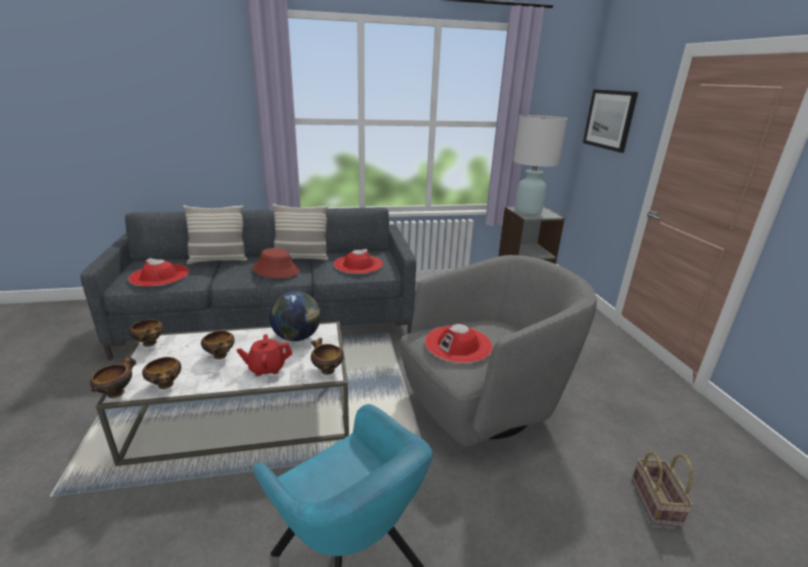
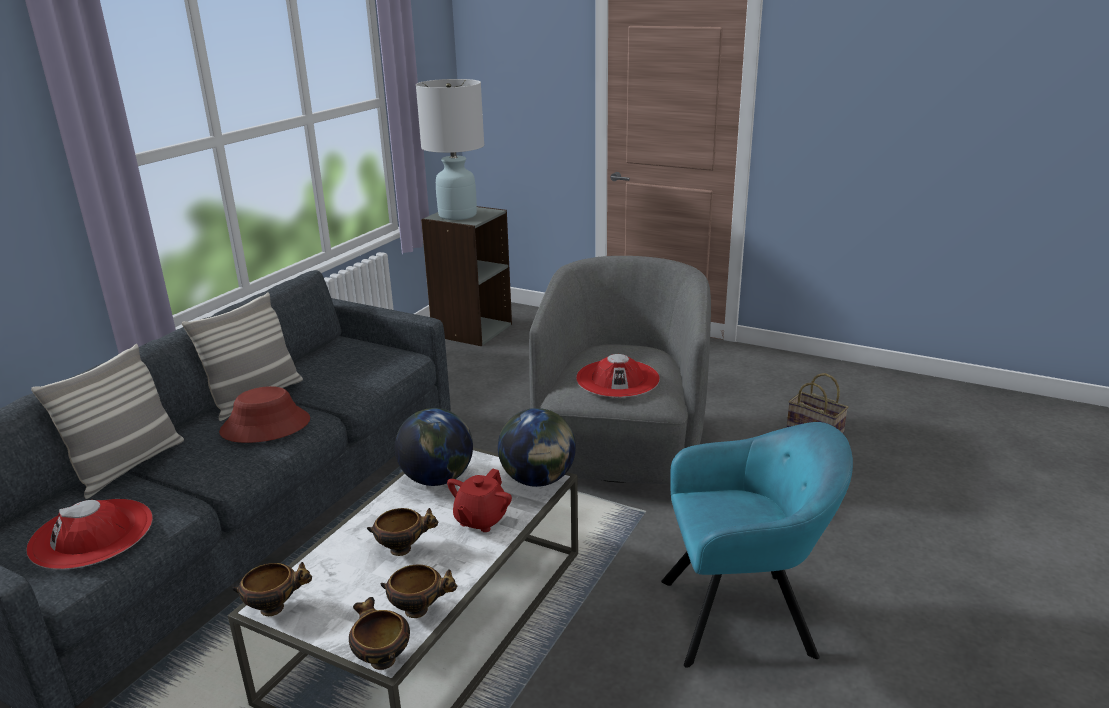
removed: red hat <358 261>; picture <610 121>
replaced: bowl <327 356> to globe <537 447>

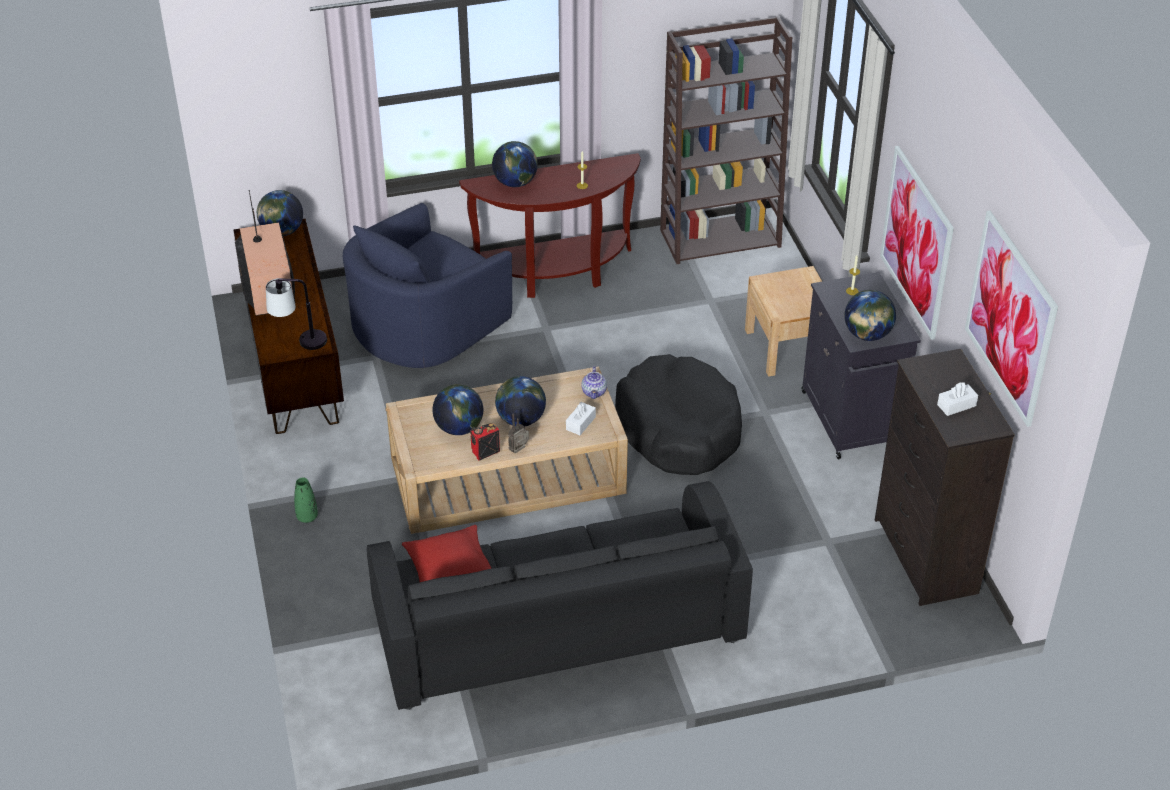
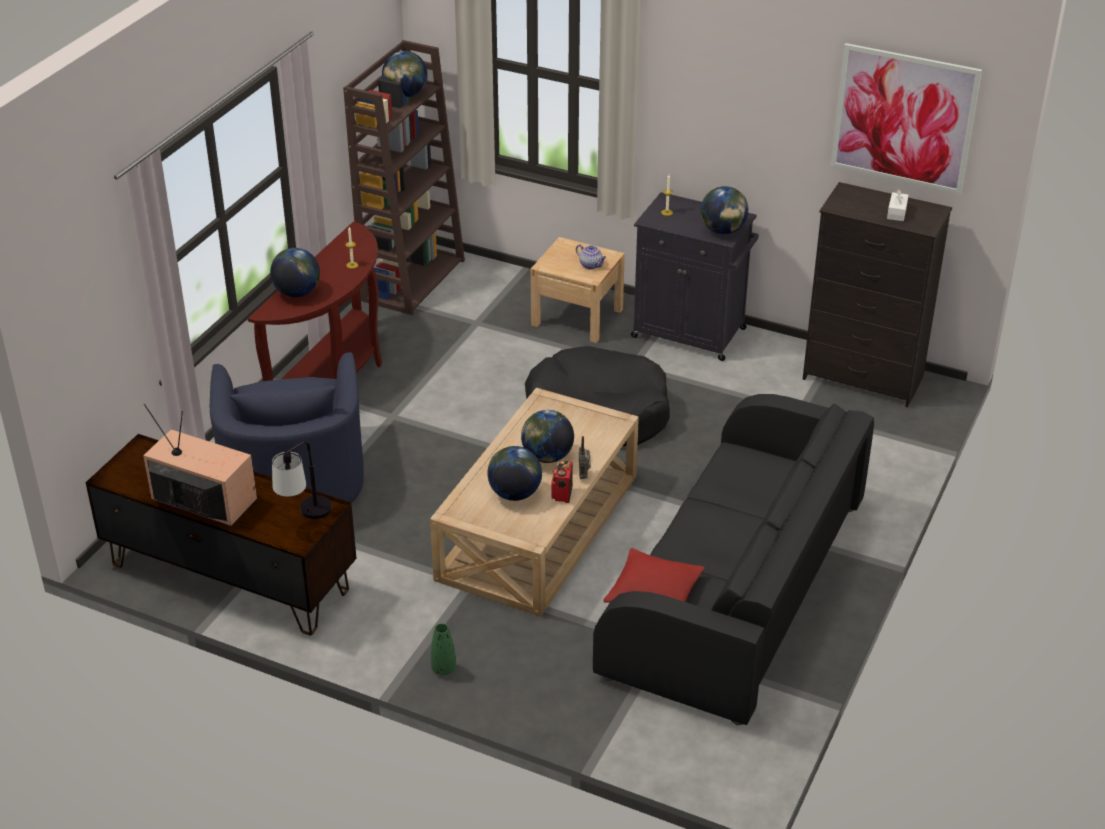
removed: white tissue box <581 418>; picture <917 243>
moved: globe <280 213> to <405 74>; teapot <594 382> to <591 256>

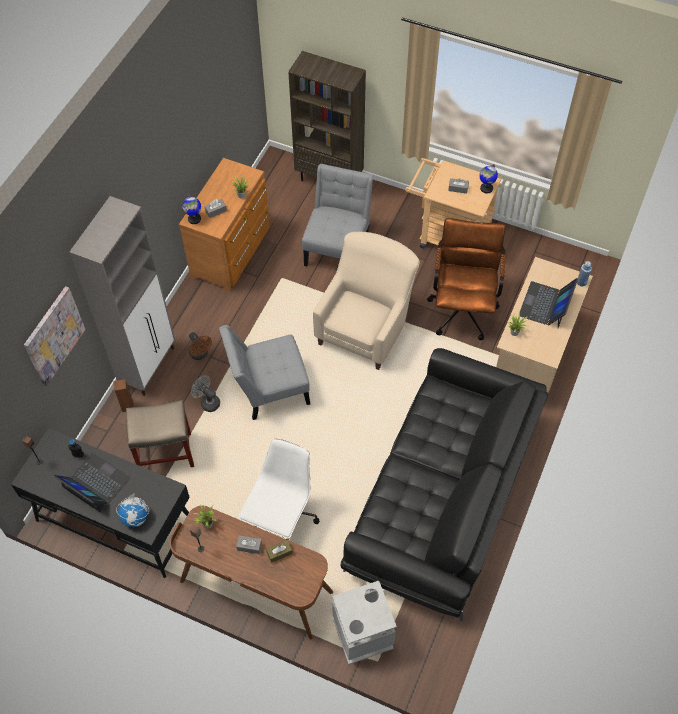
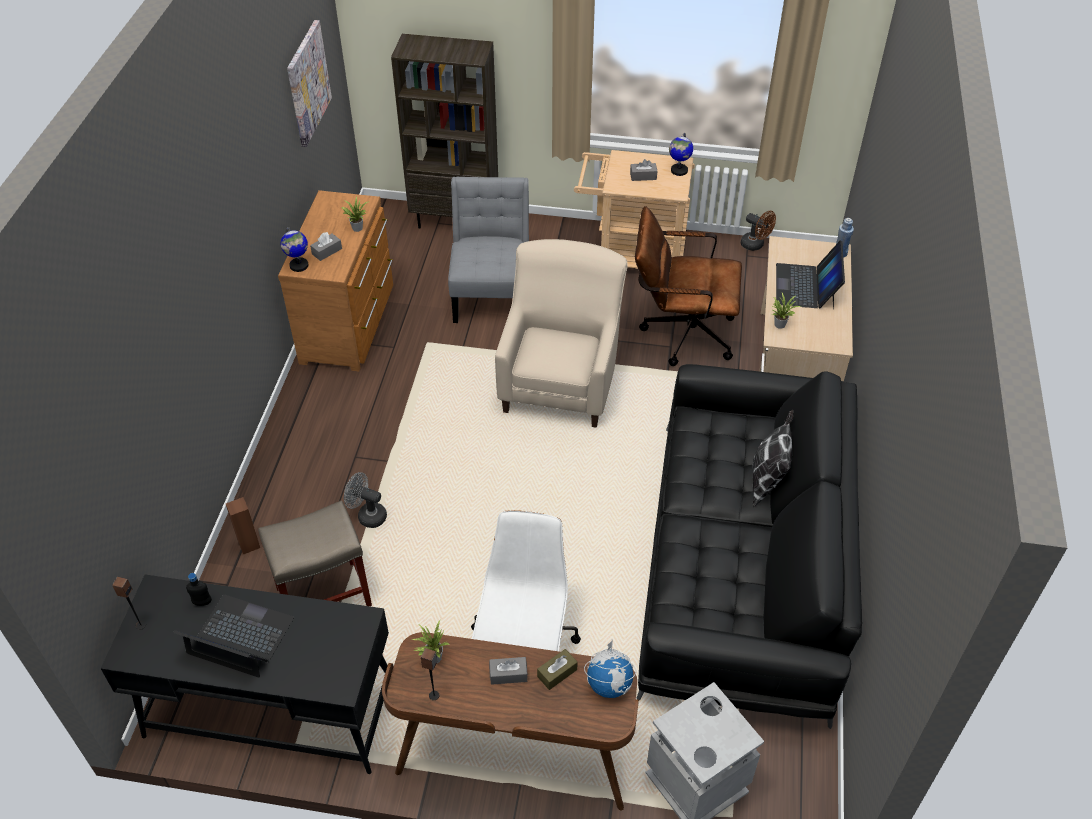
removed: grey cabinet <122 296>; grey chair <264 372>
added: pillow <773 459>
moved: picture <54 336> to <309 83>; globe <132 510> to <610 668>; brown fan <200 346> to <758 231>
turned: brown office chair <466 279> = <688 286> 75 degrees counterclockwise

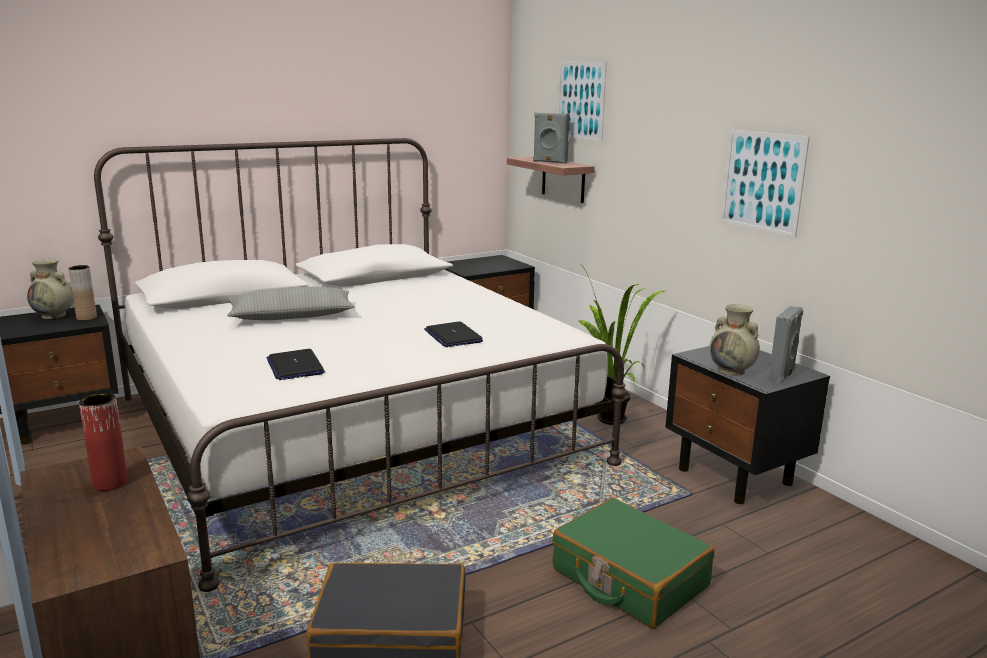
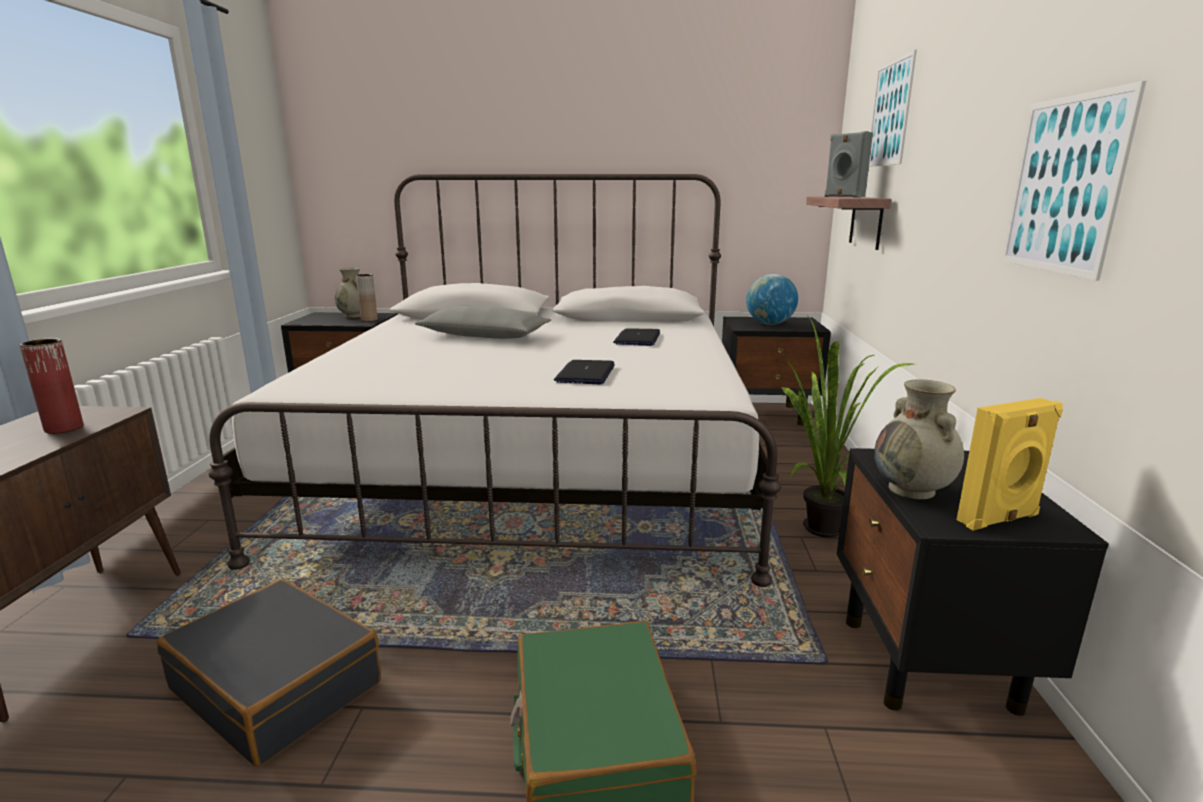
added: globe <772 299>
moved: laptop <295 364> to <636 337>
recoloured: grey speaker <785 345> to yellow speaker <1010 464>

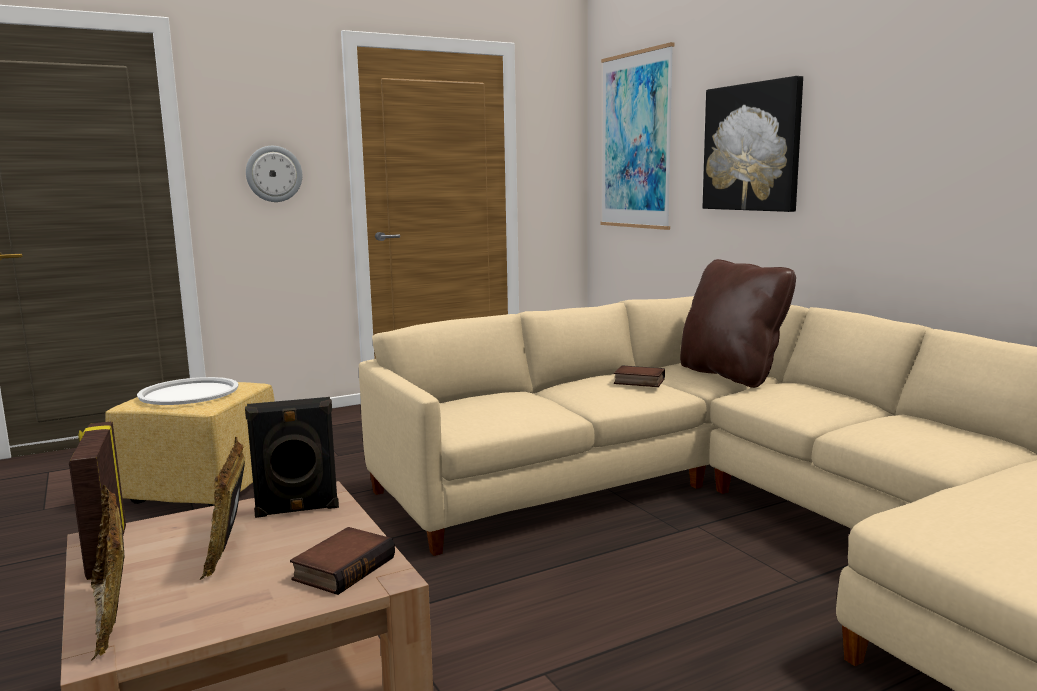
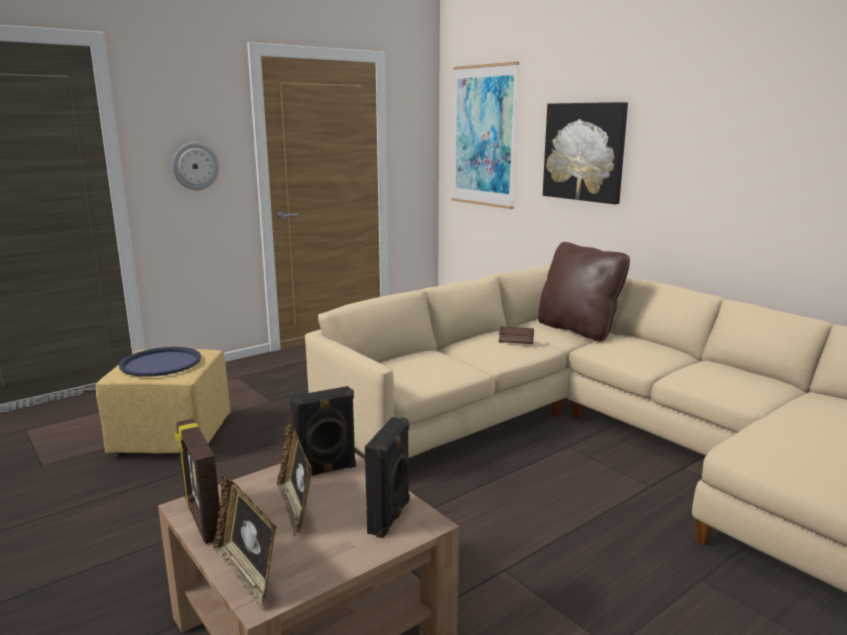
replaced: book <342 561> to black speaker <387 477>
recoloured: white tray <187 391> to blue tray <160 362>

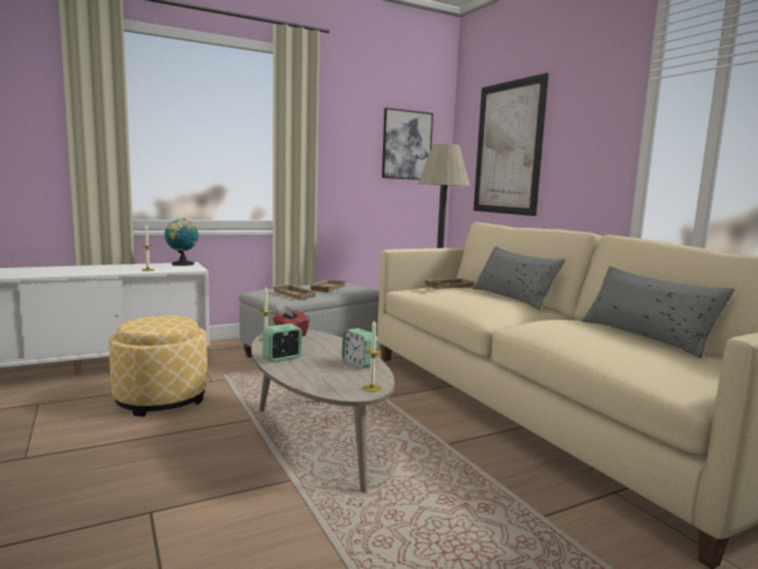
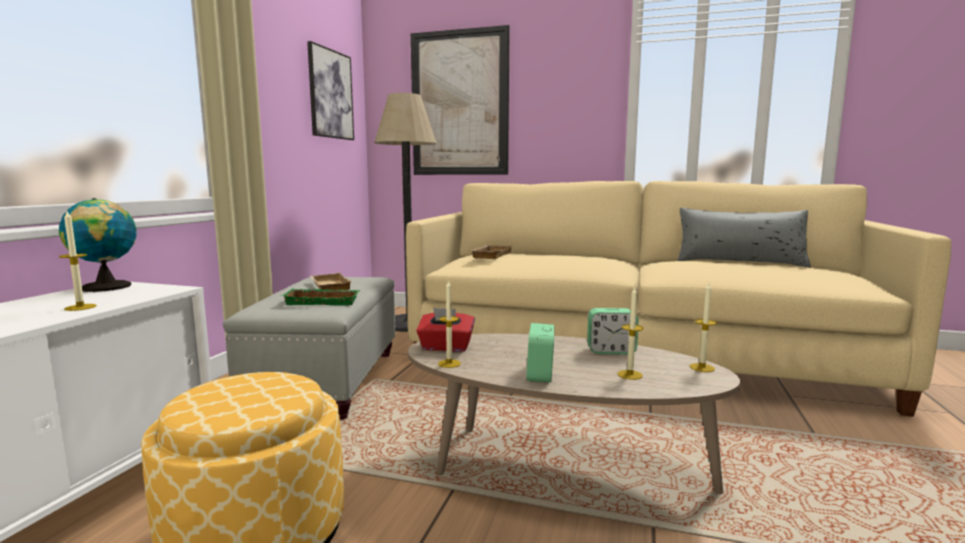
removed: grey pillow <519 278>
added: candle <631 333>
recoloured: beige tray <295 292> to green tray <321 297>

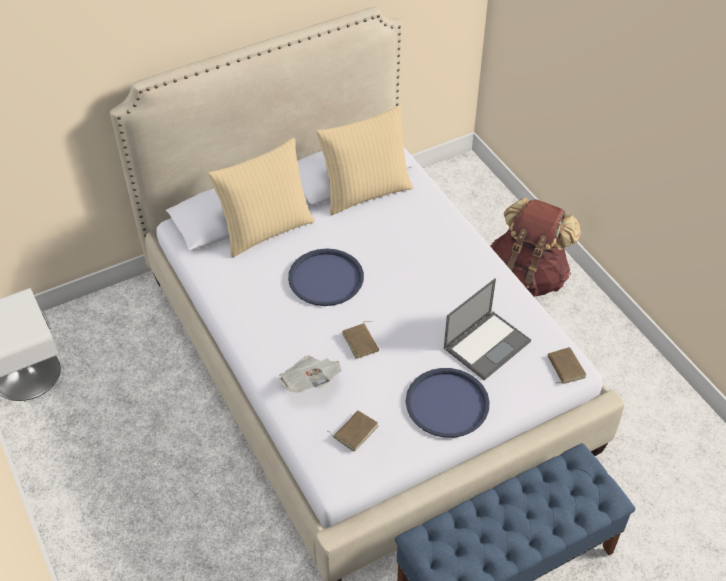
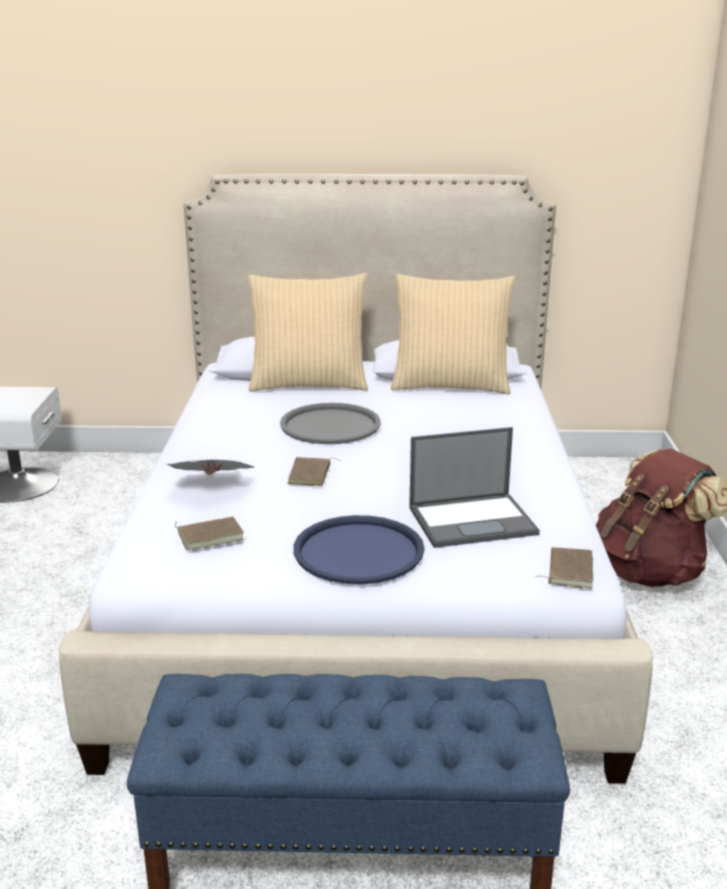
recoloured: blue tray <326 277> to grey tray <330 423>

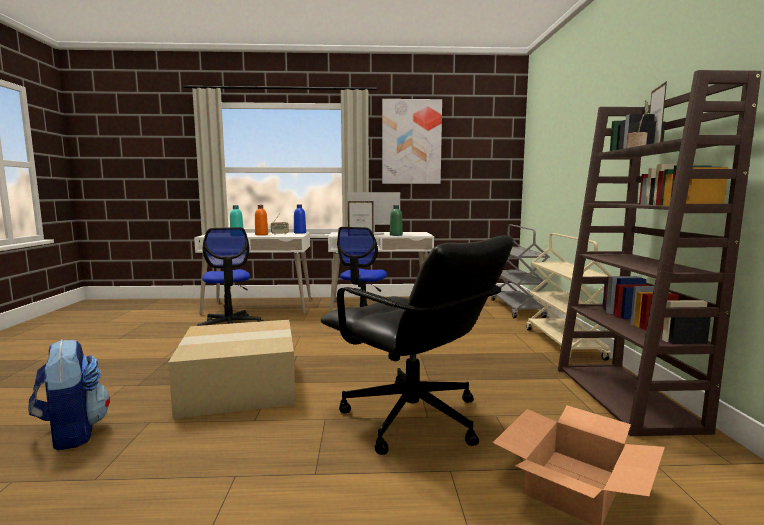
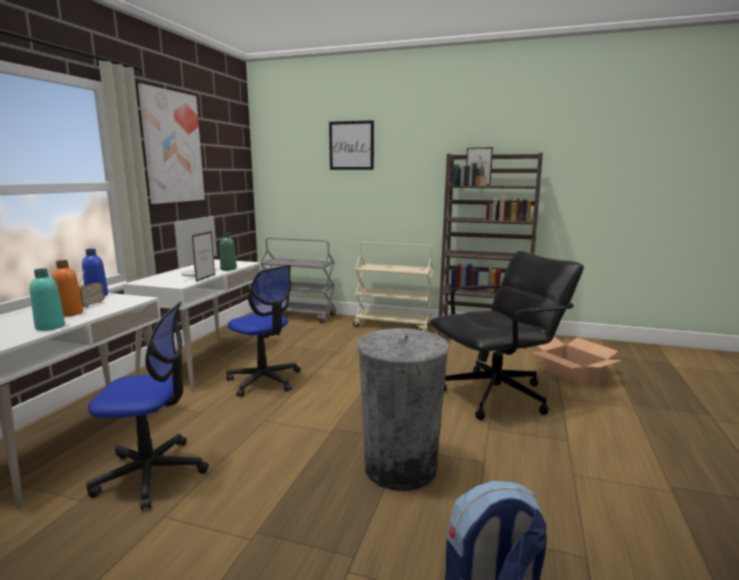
added: picture <351 145>
replaced: cardboard box <232 369> to grey trash can <403 409>

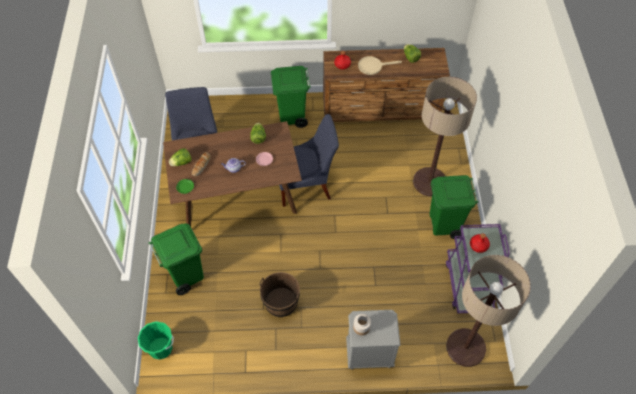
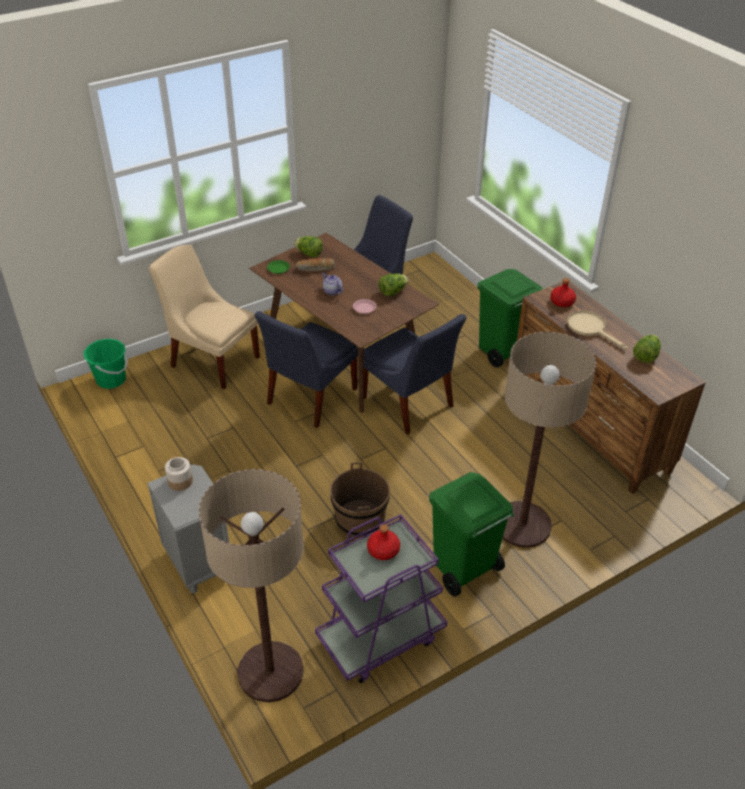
added: blue chair <306 369>
moved: brown bucket <280 294> to <360 500>
replaced: green trash can <176 259> to beige chair <204 317>

